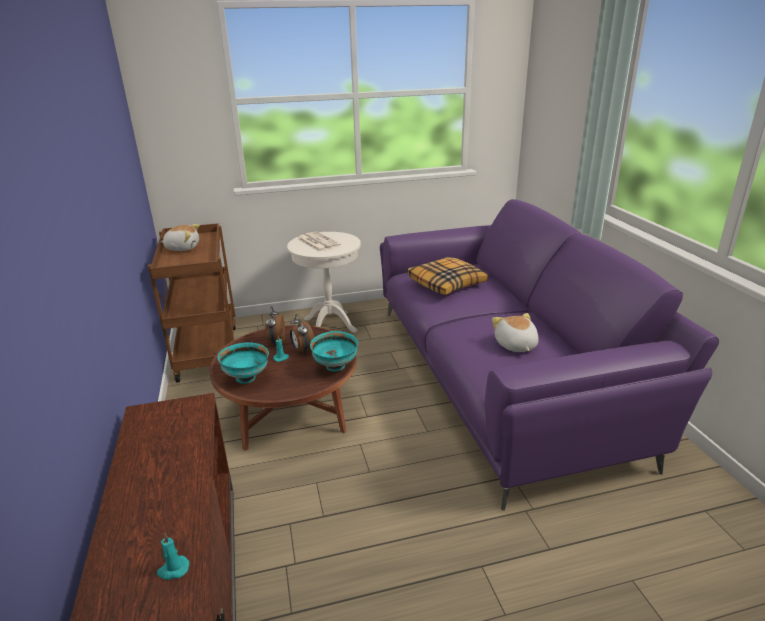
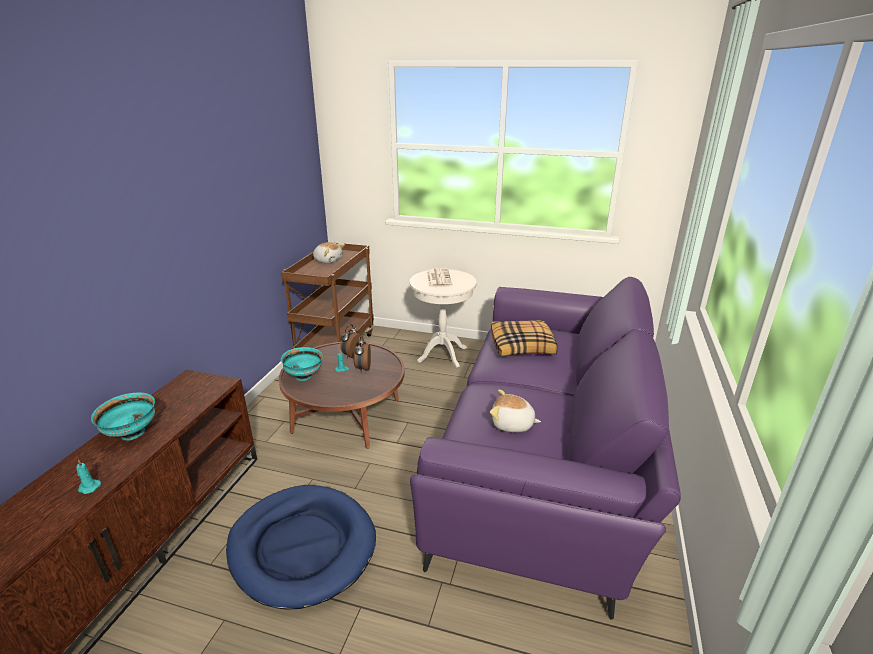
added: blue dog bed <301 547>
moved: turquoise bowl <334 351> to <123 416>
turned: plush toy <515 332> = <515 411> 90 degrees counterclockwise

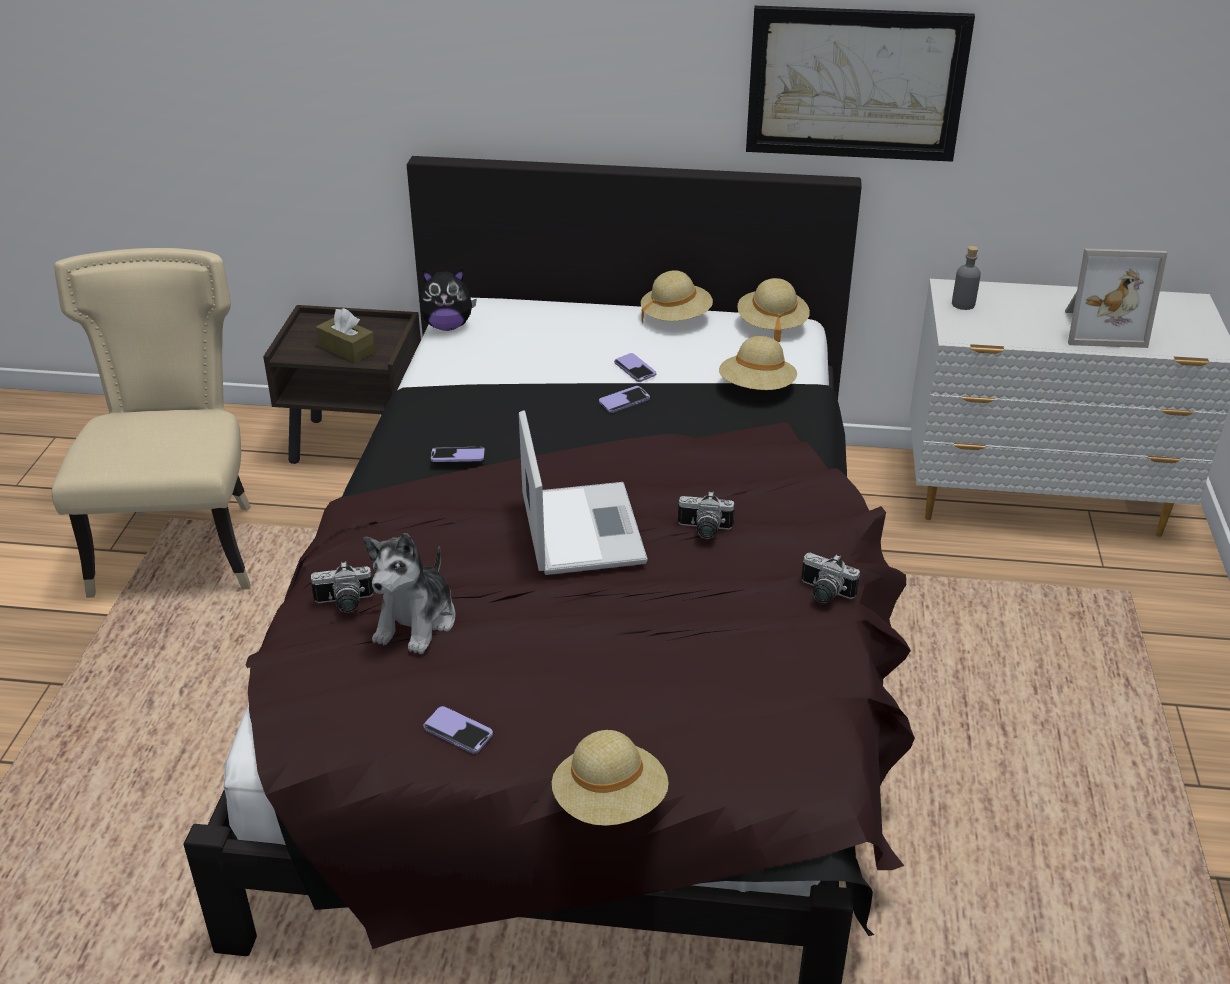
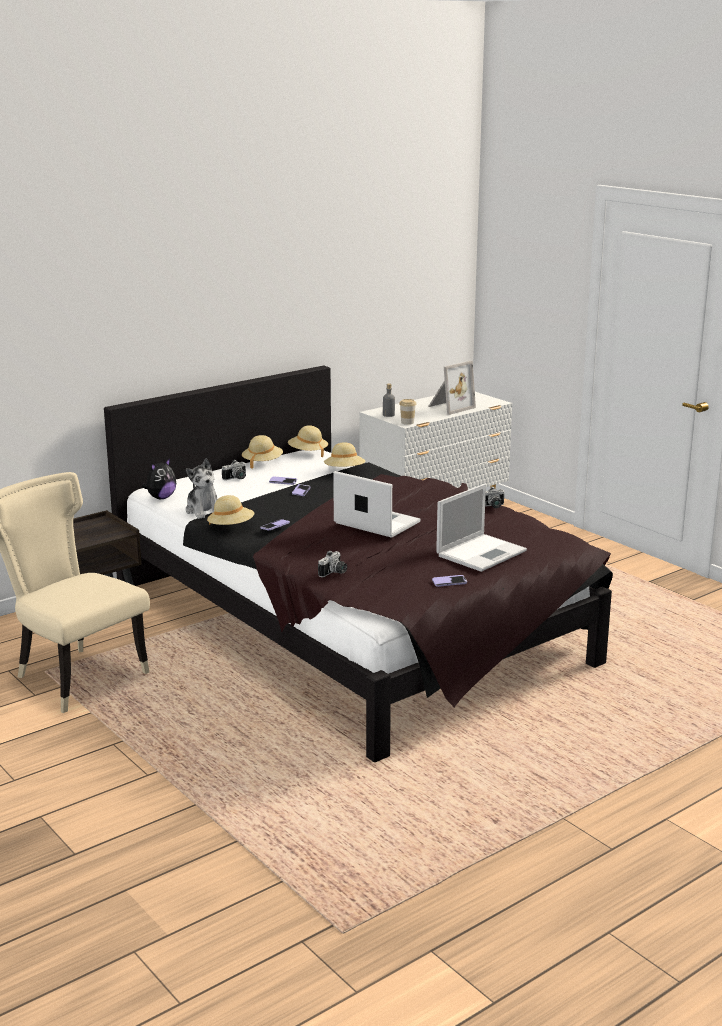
removed: brown tissue box <345 335>; picture <860 84>
added: cup <407 412>; laptop <481 528>
moved: plush toy <410 593> to <201 488>; beige hat <610 778> to <230 510>; photo camera <706 515> to <234 470>

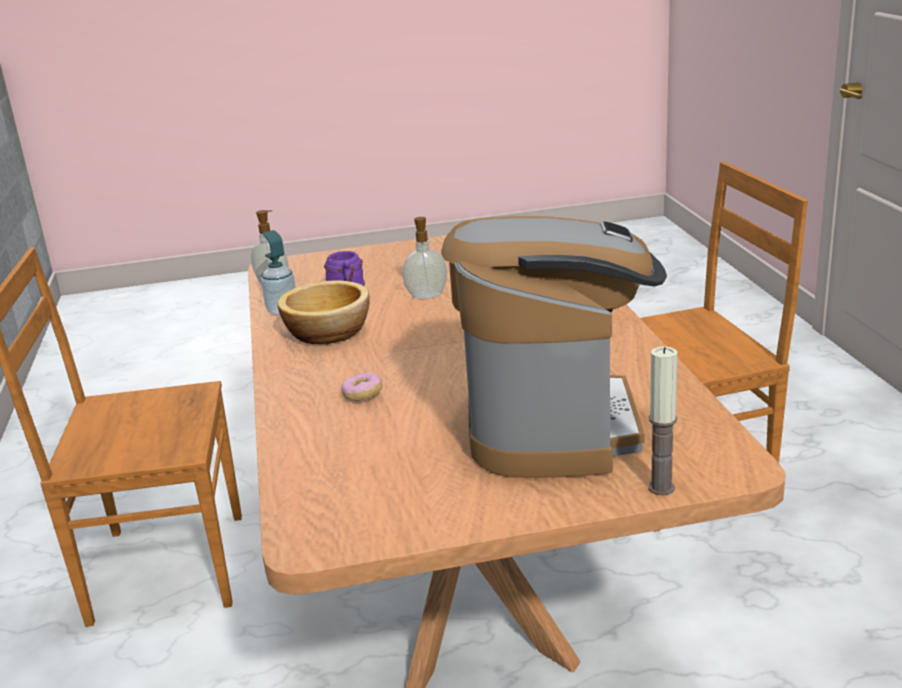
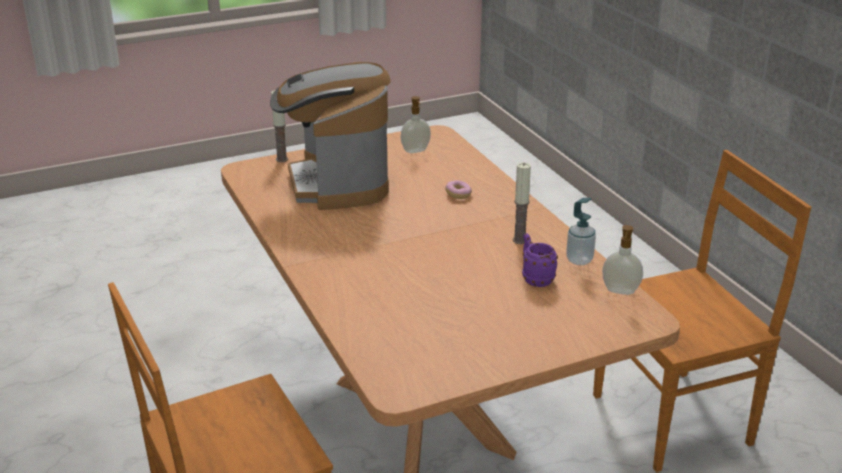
moved: soap dispenser <424 258> to <416 124>
replaced: bowl <324 312> to candle <522 203>

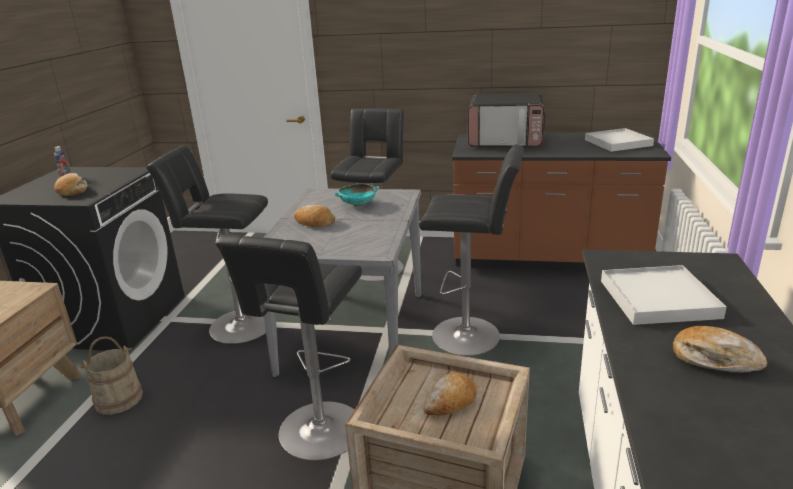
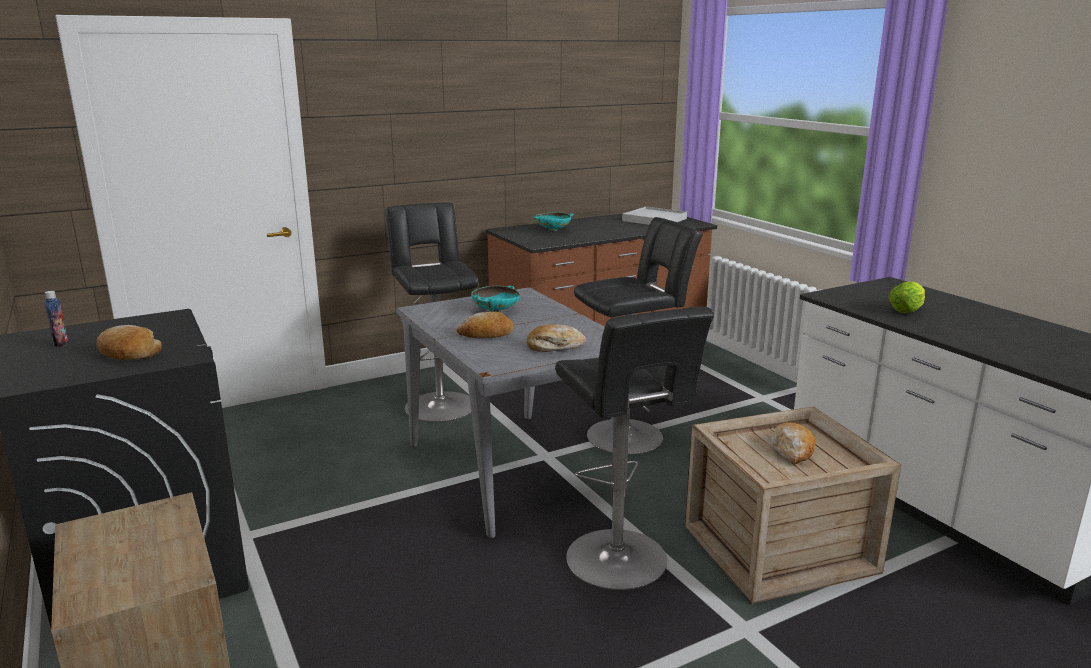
removed: beige bucket <111 375>; black stool <207 244>
moved: bread <720 349> to <556 338>
replaced: microwave <506 120> to turquoise bowl <553 221>; white tray <664 295> to lettuce <907 297>

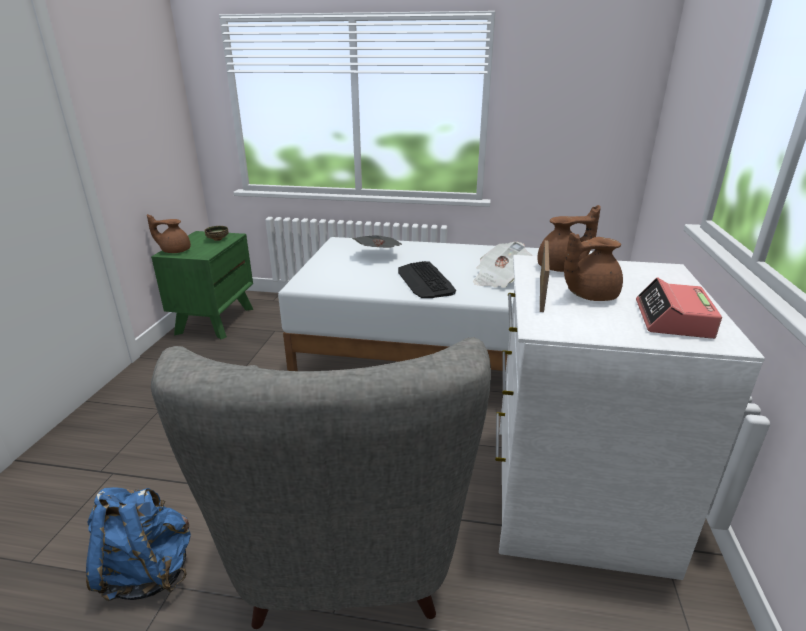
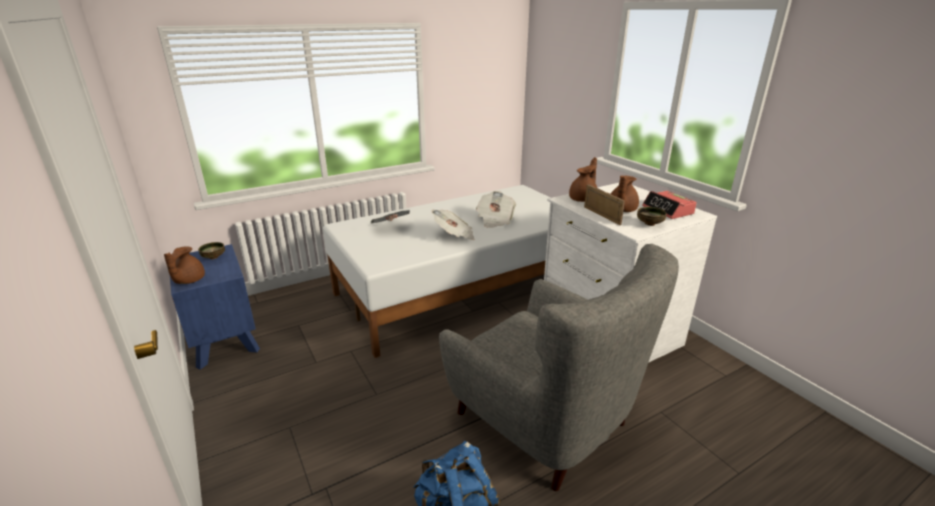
added: bowl <652 216>
replaced: keyboard <427 279> to newspaper <453 225>
recoloured: green nightstand <202 285> to blue nightstand <215 307>
turned: brown teapot <169 233> = <184 265> 45 degrees counterclockwise

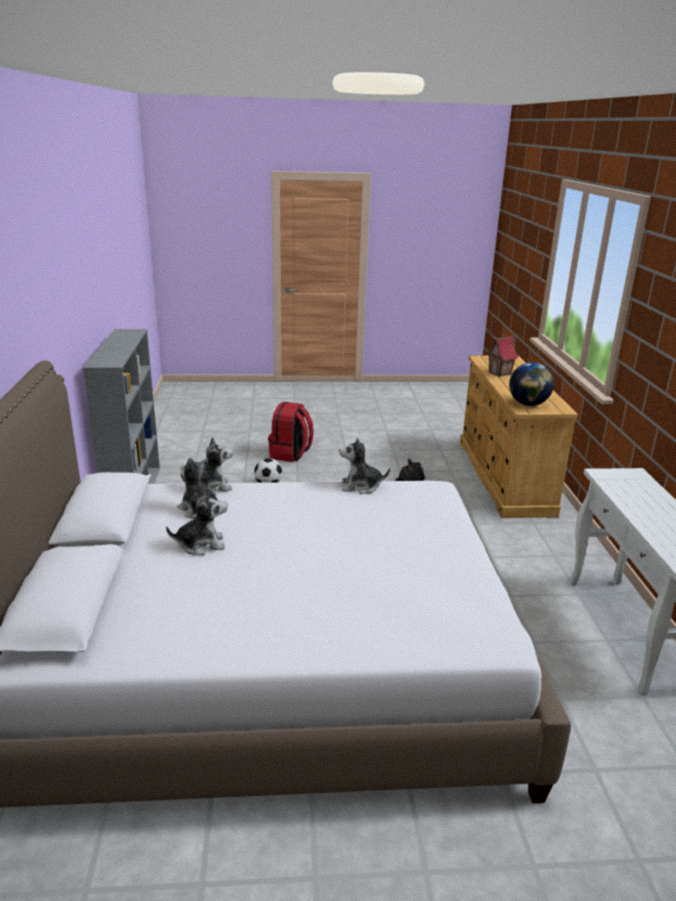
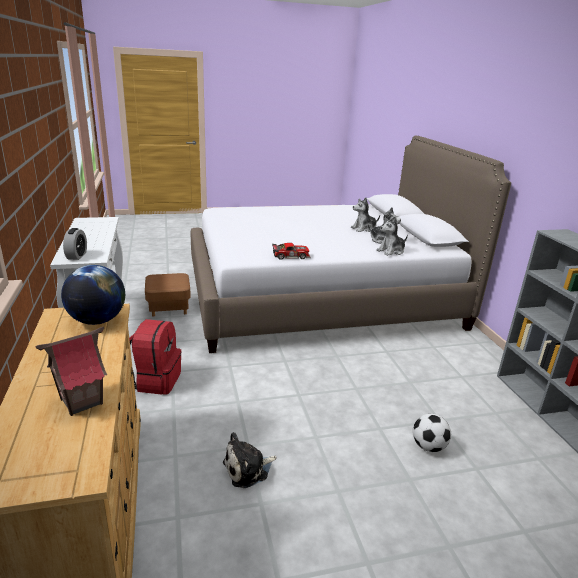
added: alarm clock <75 244>; brown ottoman <168 295>
moved: red backpack <291 432> to <155 357>
replaced: plush toy <364 465> to toy car <291 251>

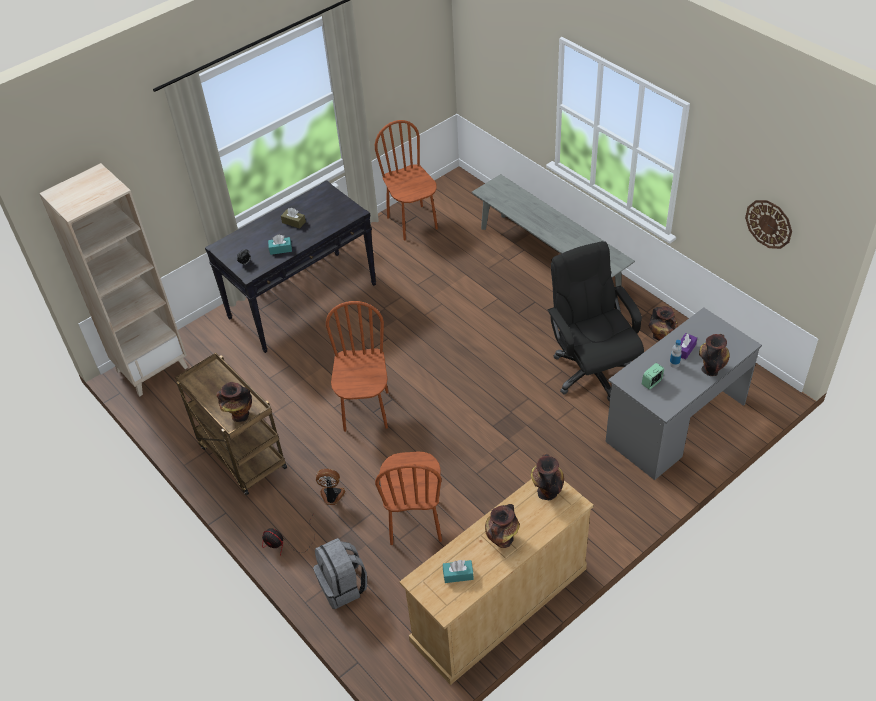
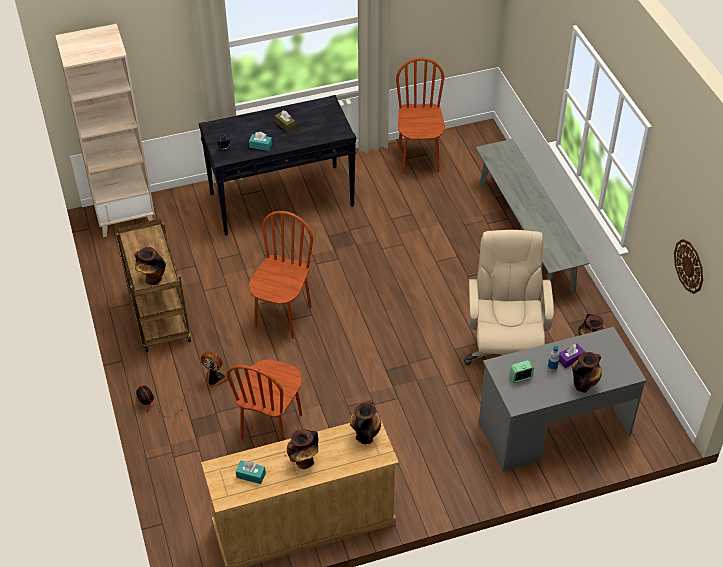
removed: grey backpack <340 573>
recoloured: black office chair <595 321> to beige office chair <509 297>

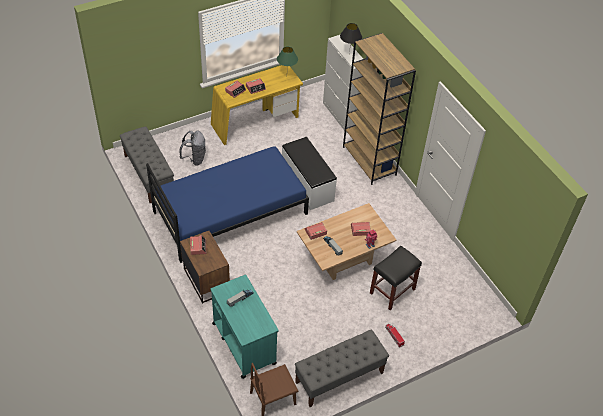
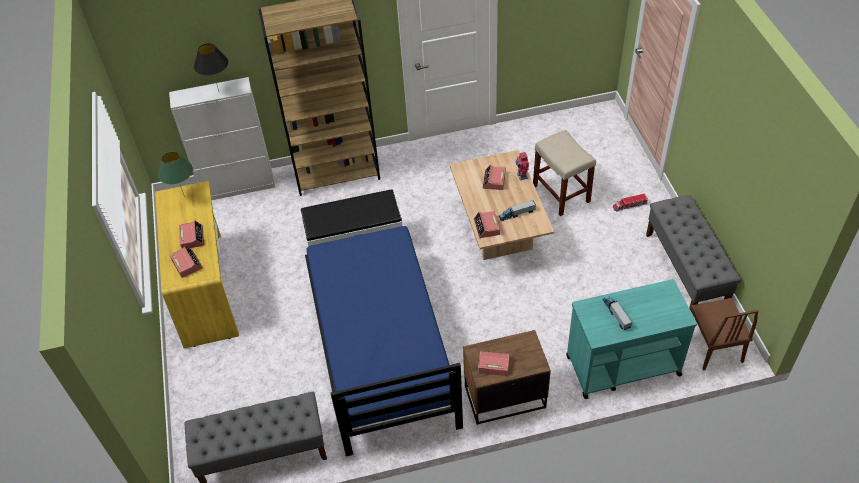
removed: grey backpack <193 148>
recoloured: black stool <396 278> to beige stool <564 173>

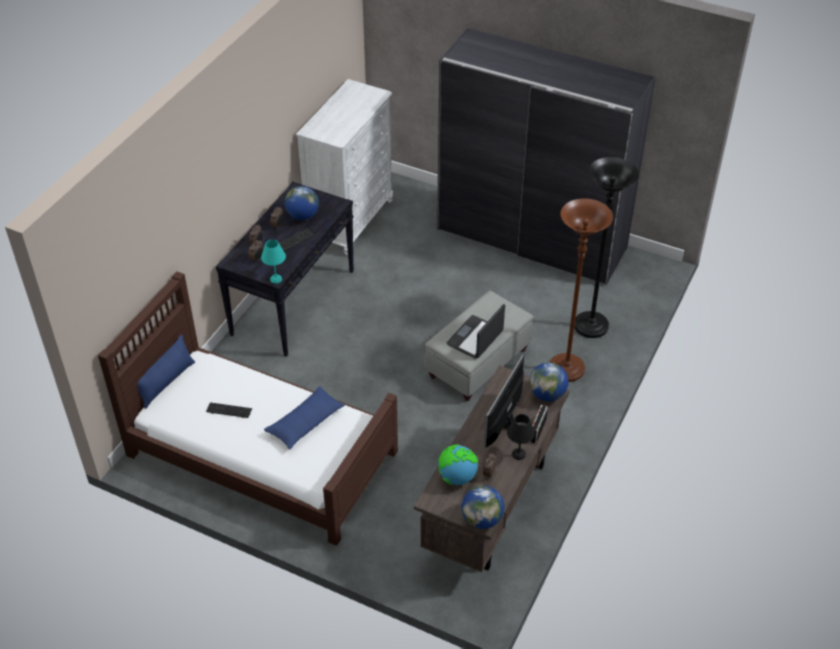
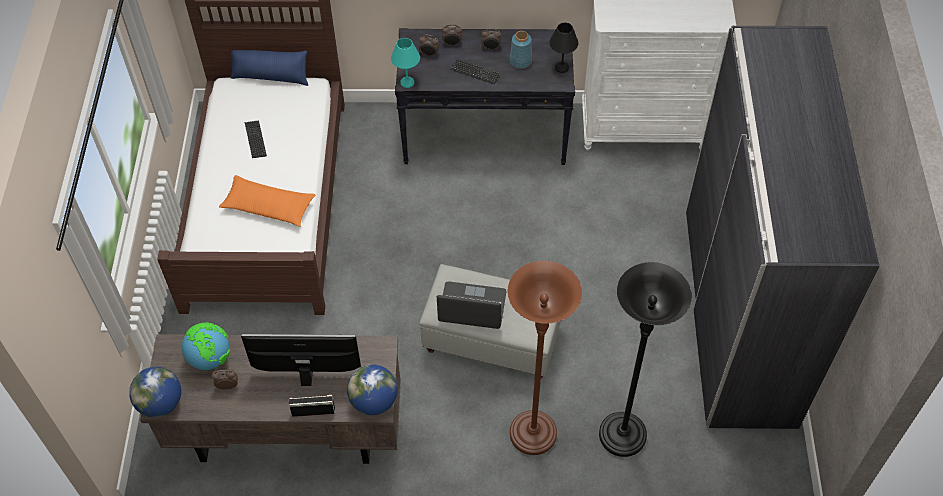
moved: black table lamp <521 437> to <563 48>
replaced: globe <302 203> to blue vase <521 50>
recoloured: blue pillow <304 418> to orange pillow <267 201>

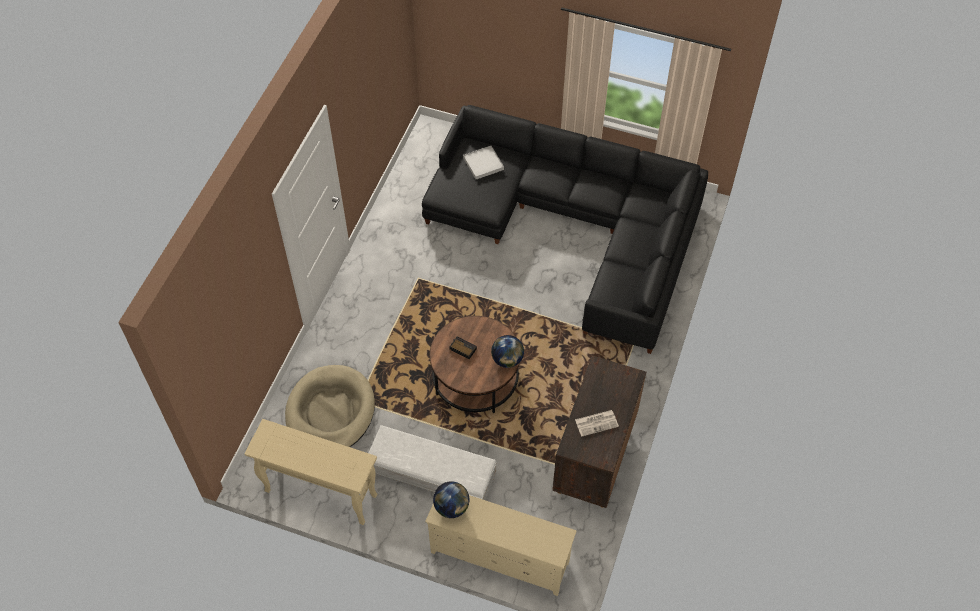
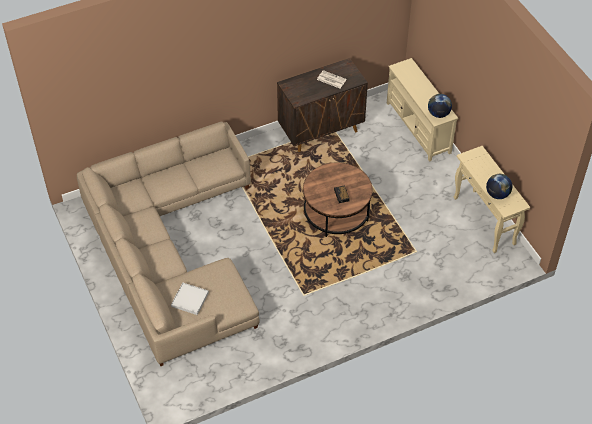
removed: beige dog bed <330 406>; white ottoman <432 462>
moved: globe <507 351> to <499 186>
recoloured: black sofa <565 229> to beige sofa <168 244>

